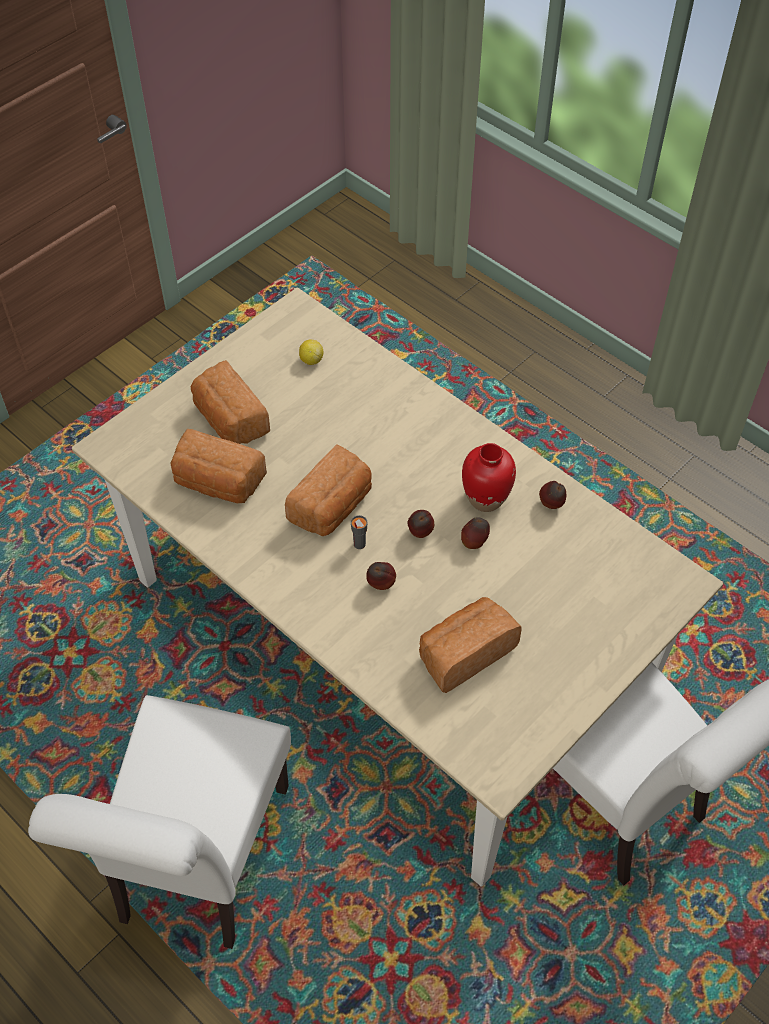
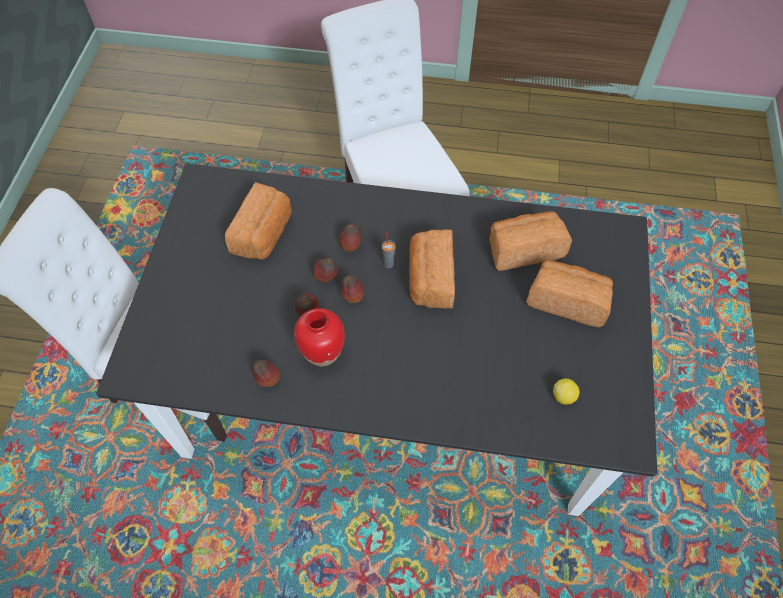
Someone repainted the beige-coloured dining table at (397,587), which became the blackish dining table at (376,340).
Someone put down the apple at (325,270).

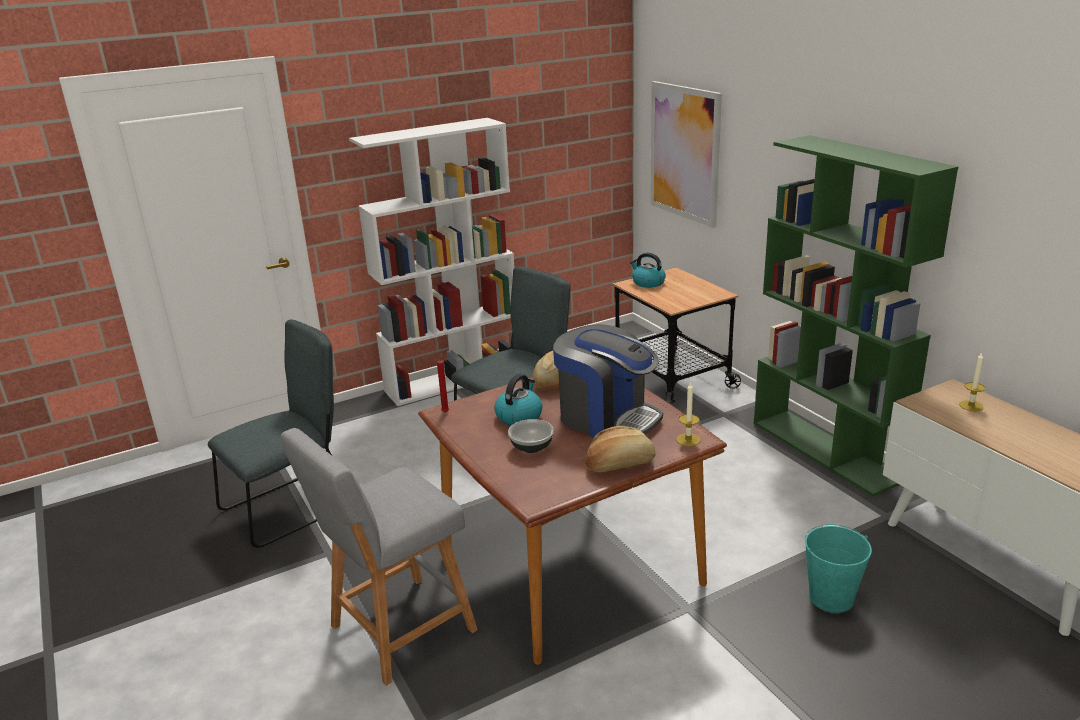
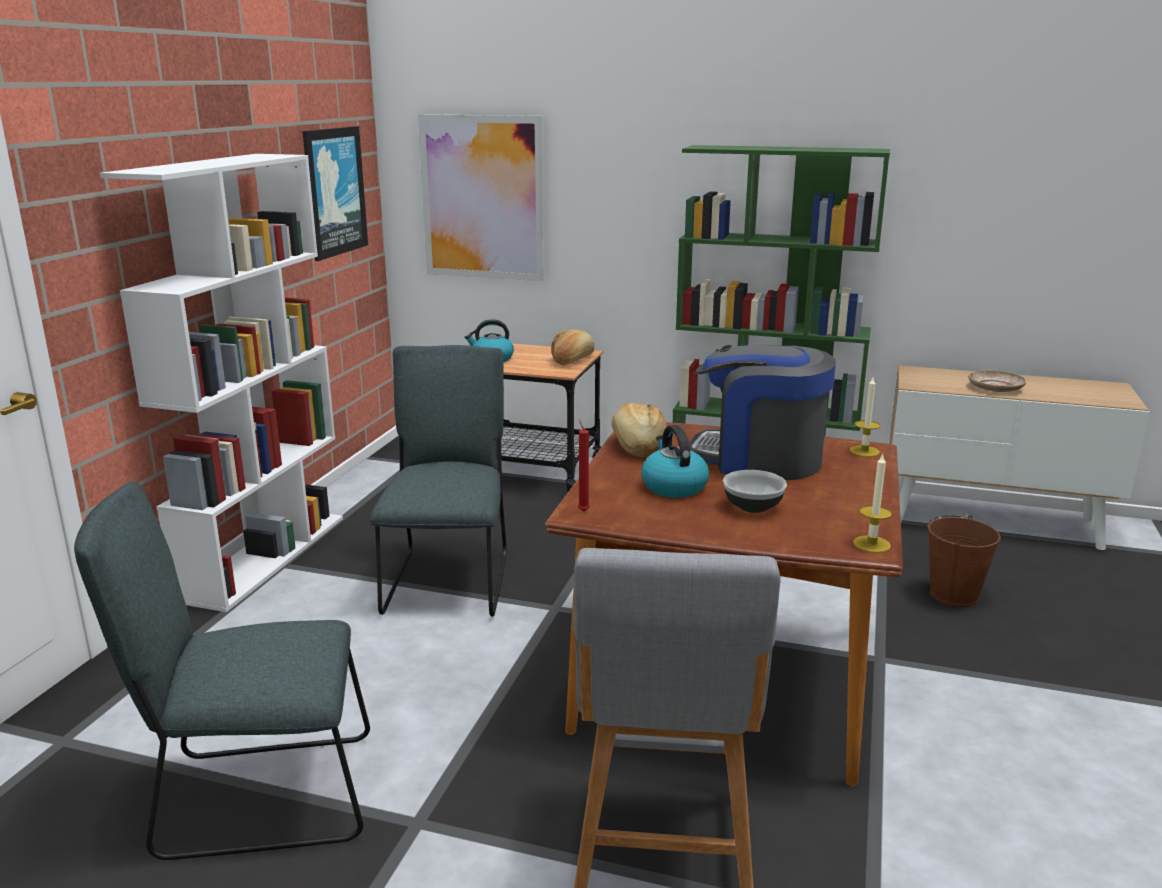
Someone rotated the greyish chair at (271,433) by 105 degrees counterclockwise.
Someone rotated the coffee brewer at (608,381) by 150 degrees counterclockwise.
Someone carried the baked bread from (620,449) to (573,347).
Someone repainted the turquoise pail at (838,568), which became the brown pail at (964,561).
Someone carried the candle from (972,382) to (872,503).
Someone put up the wall picture at (335,193).
Someone put down the beige-coloured dinner plate at (997,381).

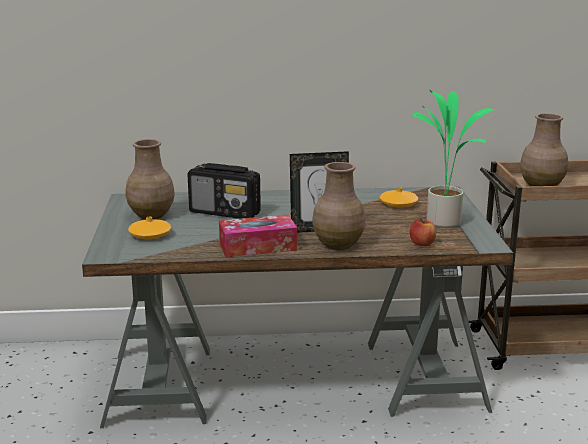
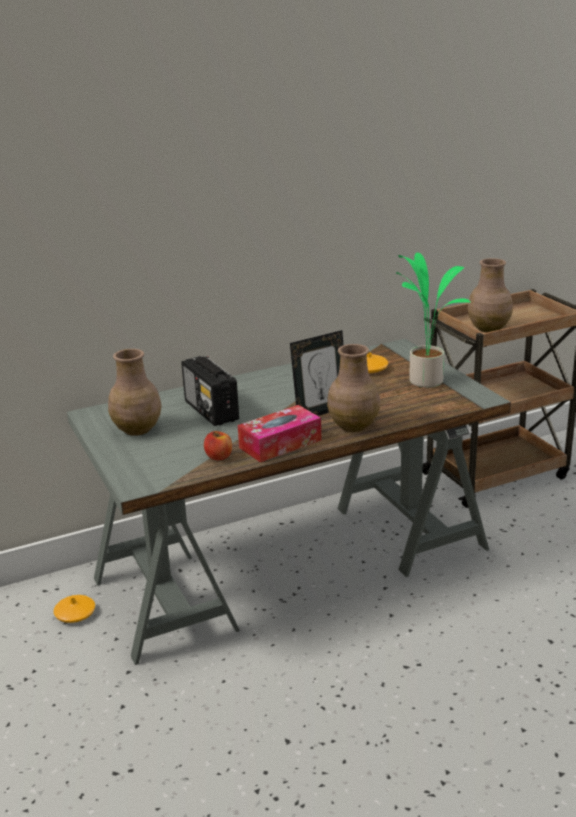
Someone carried the orange-coloured flower vase from (149,228) to (74,609).
Someone rotated the radio at (224,191) by 60 degrees clockwise.
Someone carried the apple from (423,232) to (218,445).

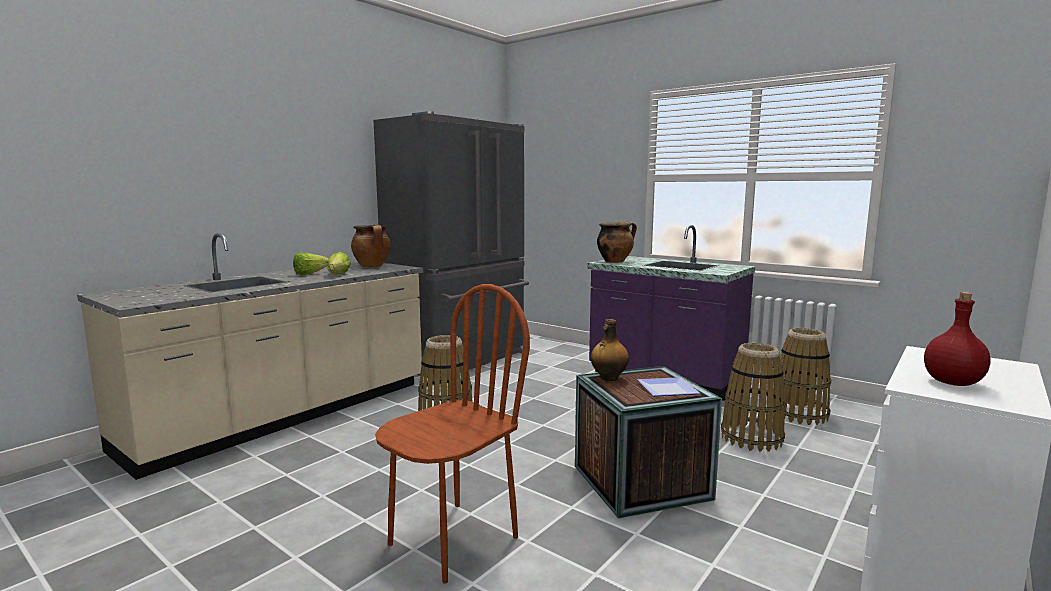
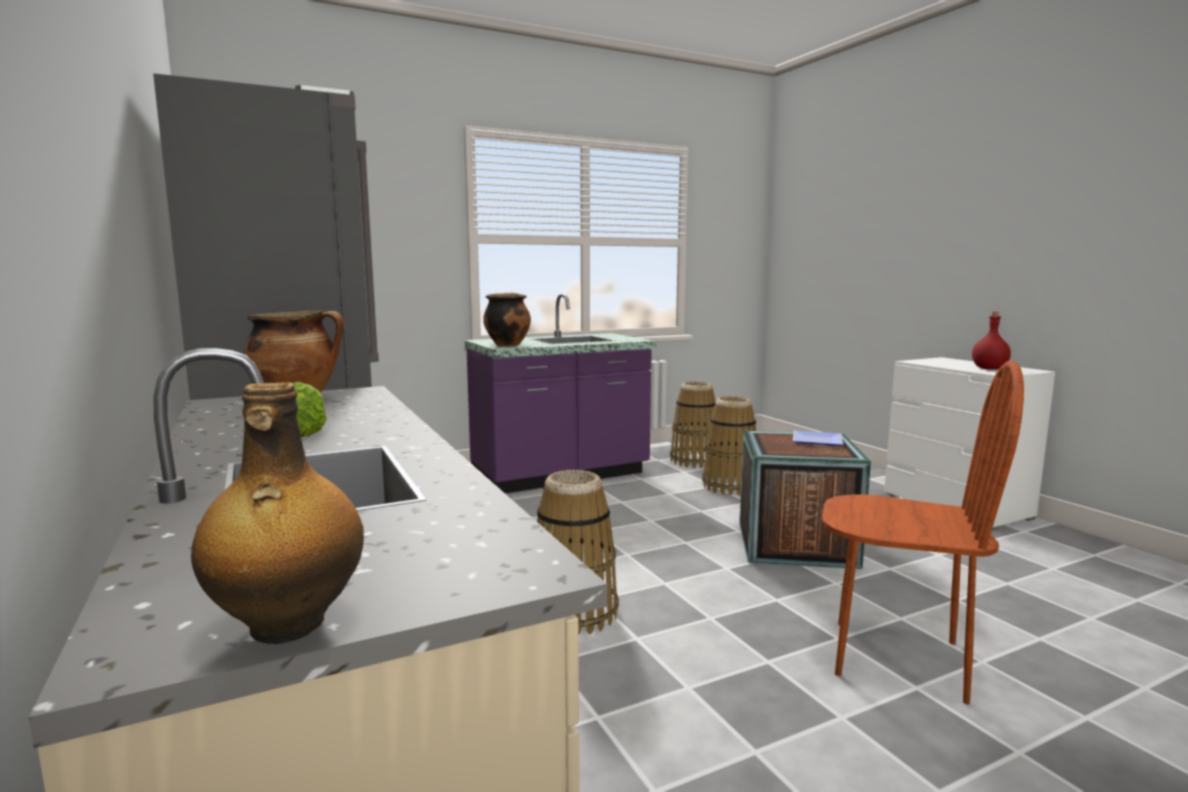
Someone took away the head of lettuce at (339,263).
Someone rotated the brown chair at (452,434) by 135 degrees clockwise.
Someone carried the beverage bottle from (610,350) to (277,513).

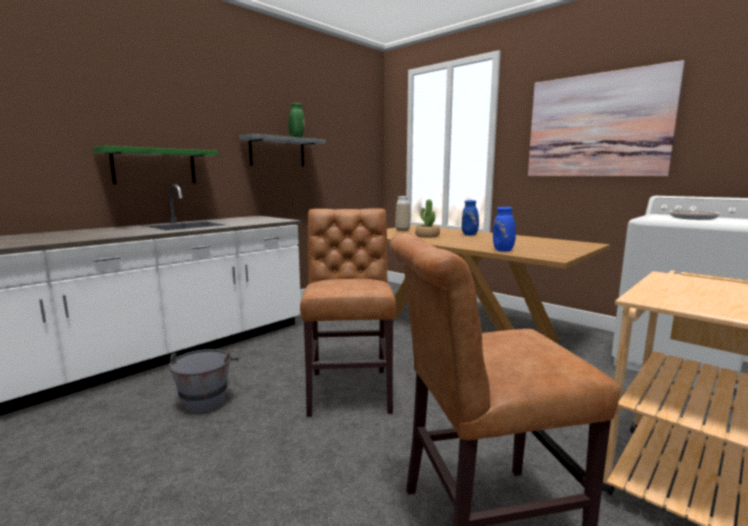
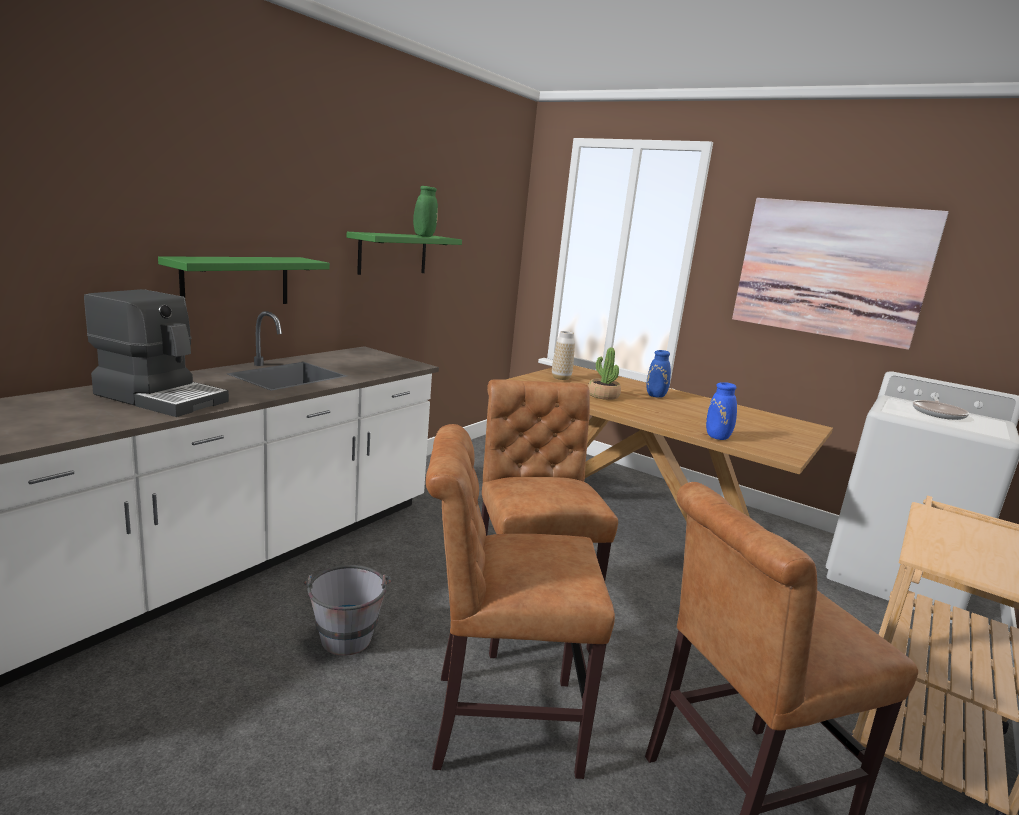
Someone repainted the greyish bracket shelf at (282,150), which became the green bracket shelf at (404,253).
Someone put down the coffee brewer at (156,353).
Someone put down the brown chair at (520,601).

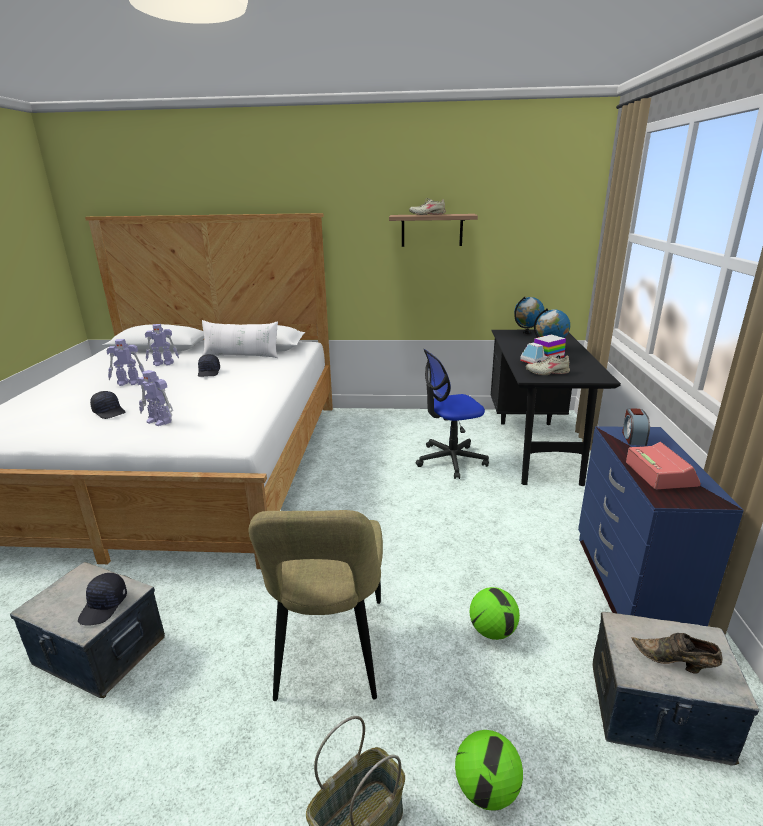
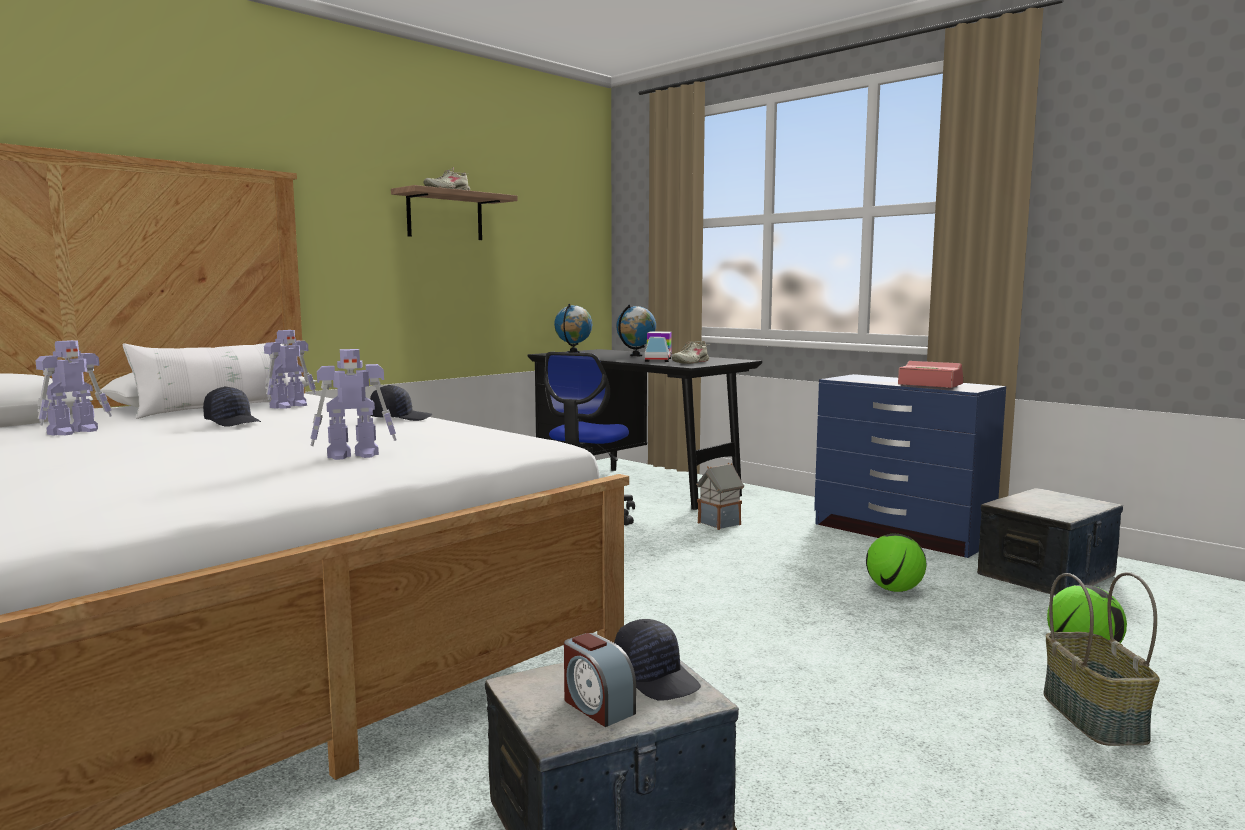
Someone carried the blackish peaked cap from (107,405) to (401,403).
Someone carried the robot figure from (125,362) to (290,369).
Someone took away the beige-coloured chair at (315,605).
Someone carried the alarm clock from (636,427) to (600,680).
Someone took away the brown shoe at (676,653).
Someone put down the miniature house at (720,496).

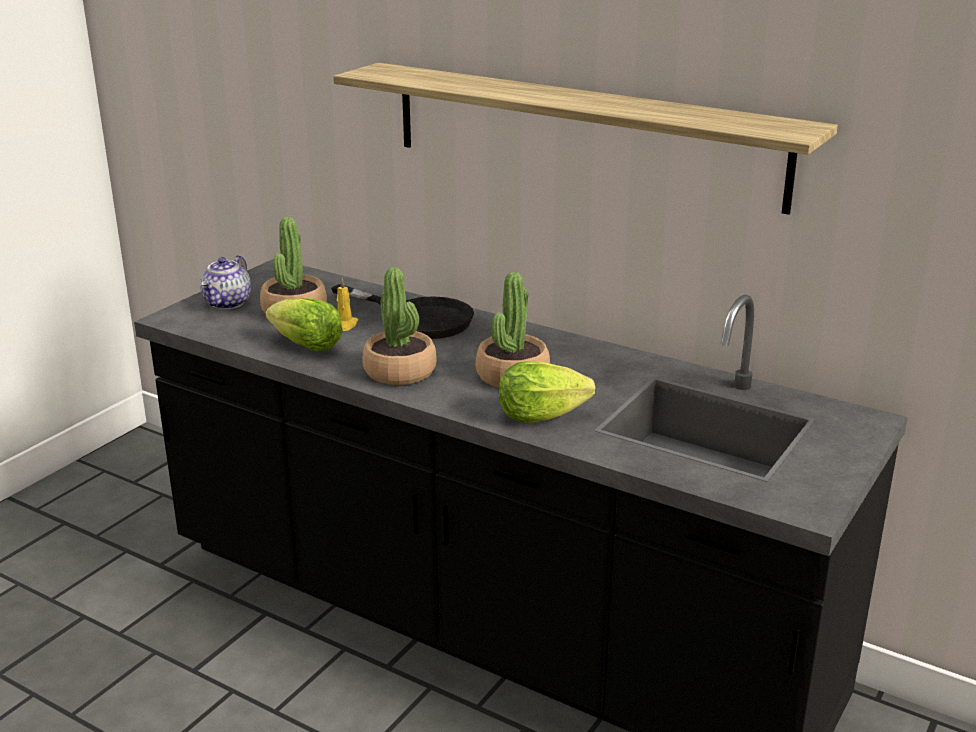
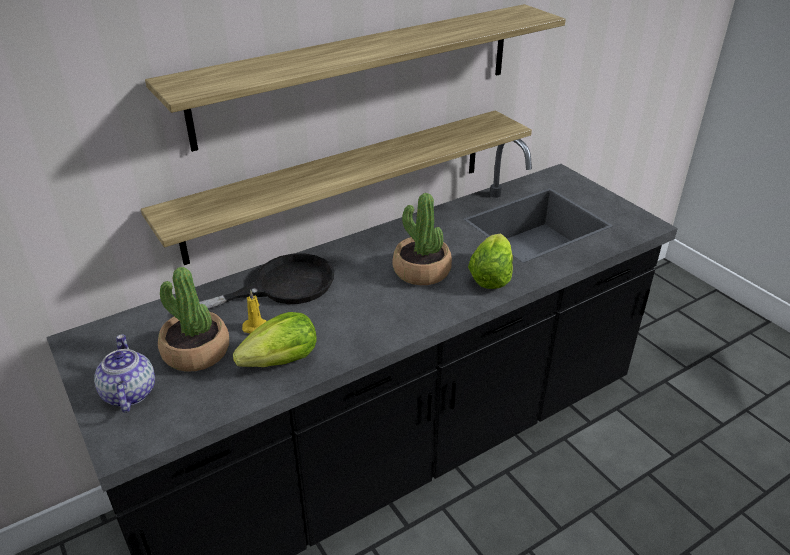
Someone rotated the teapot at (225,282) by 150 degrees counterclockwise.
Someone took away the houseplant at (399,326).
Someone put up the bracket shelf at (336,187).

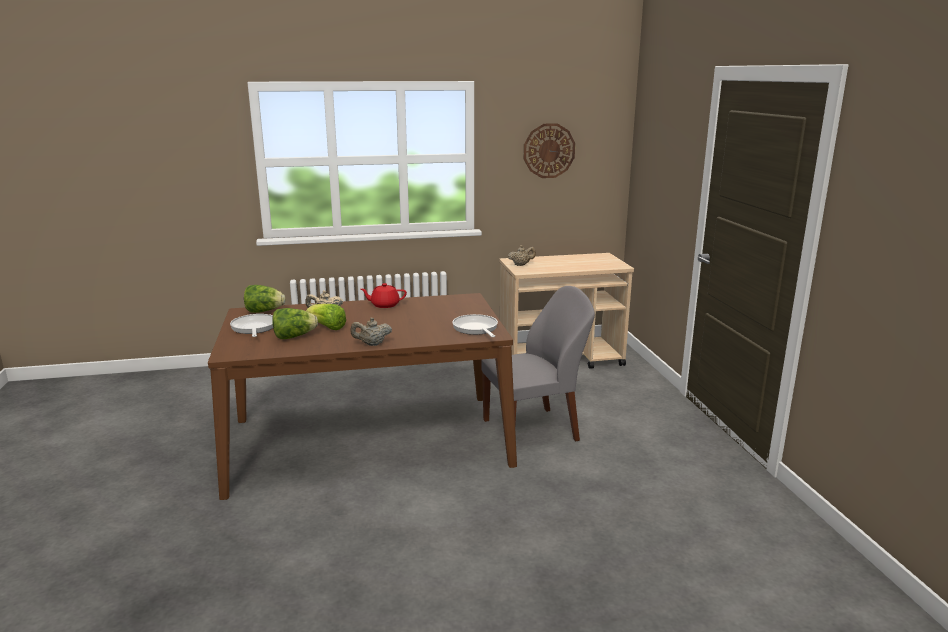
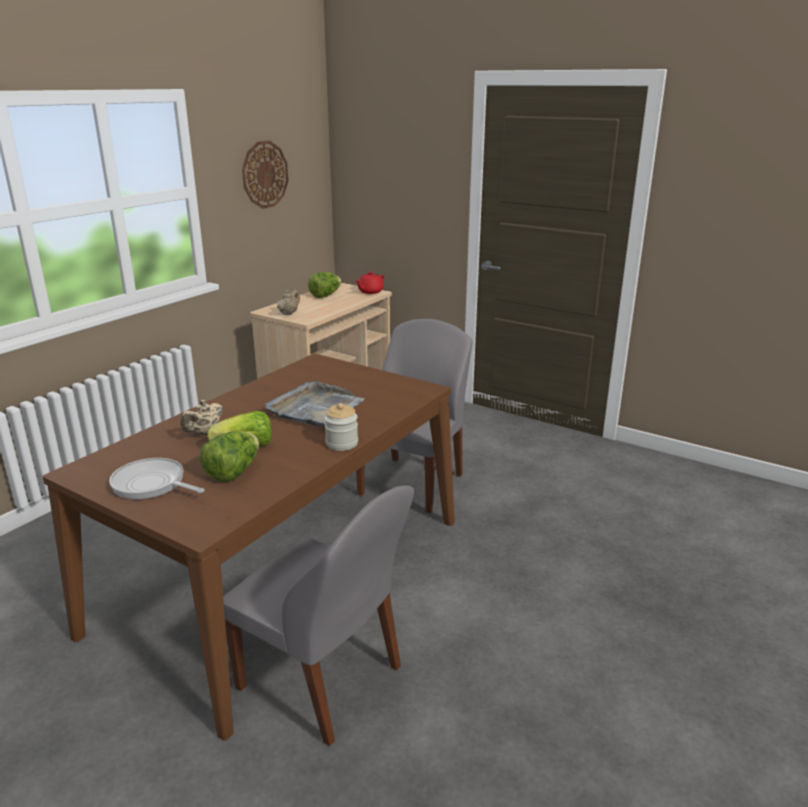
Someone carried the head of lettuce from (264,299) to (325,285).
Someone swapped the beige-coloured teapot at (371,331) for the preserve jar at (341,427).
Someone carried the reddish teapot from (384,295) to (369,283).
Someone took away the pan at (475,325).
Someone put down the greyish chair at (318,615).
Someone put down the greyish carrying tray at (315,404).

